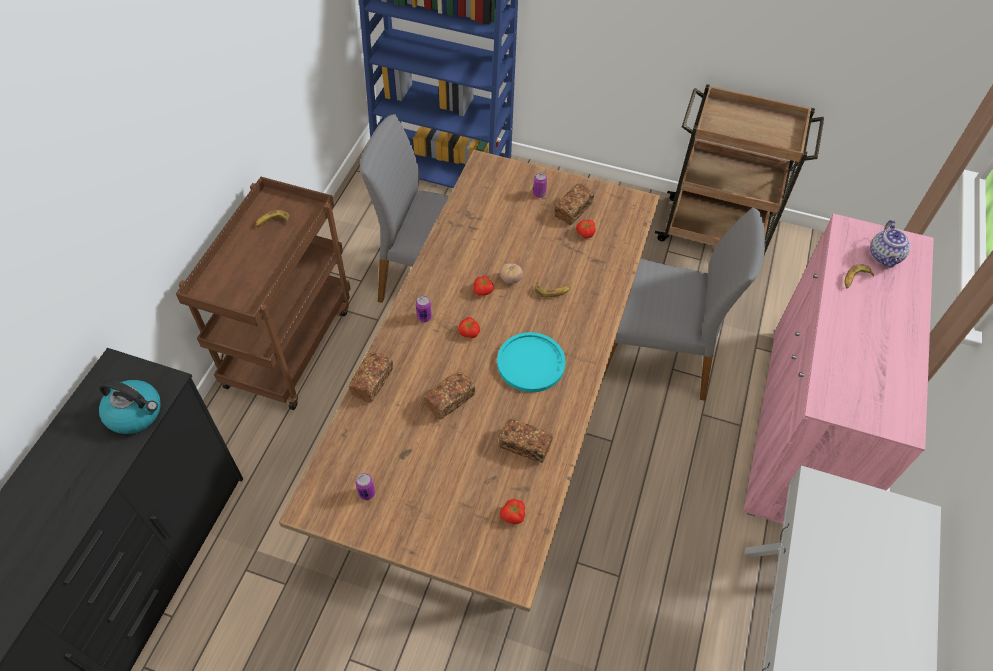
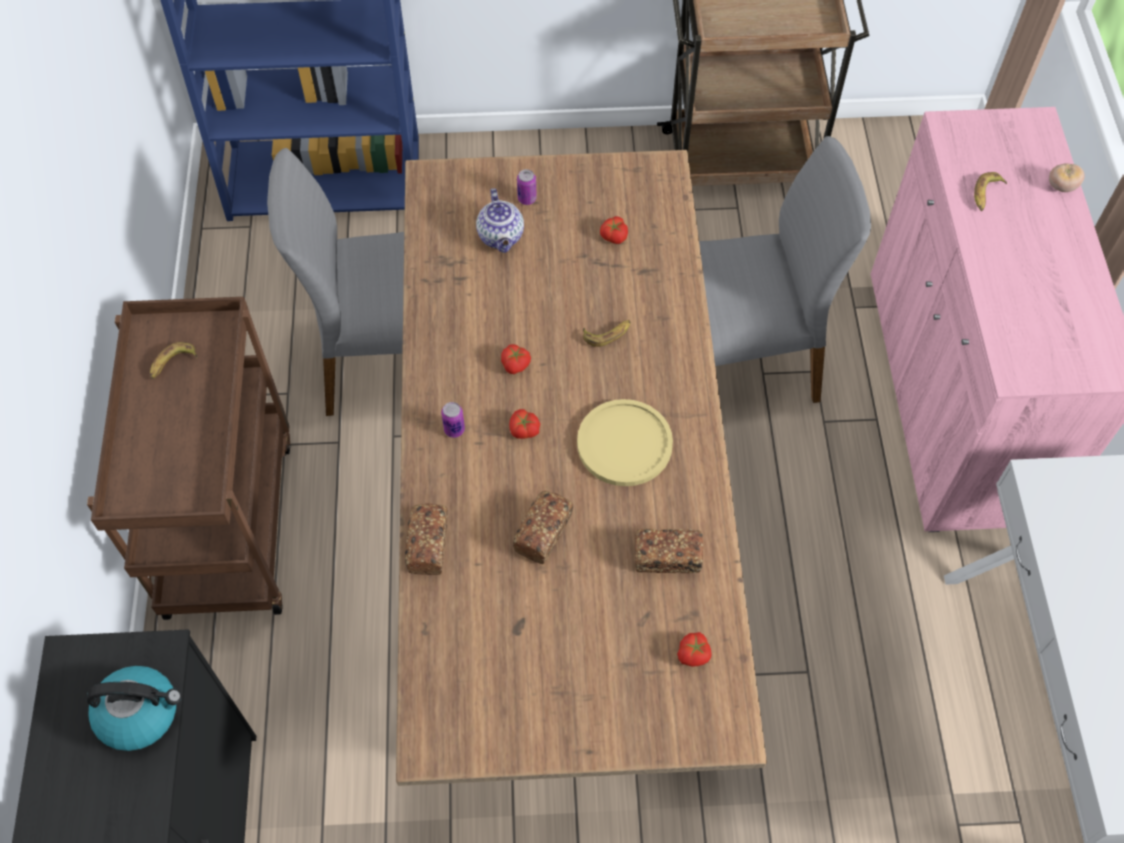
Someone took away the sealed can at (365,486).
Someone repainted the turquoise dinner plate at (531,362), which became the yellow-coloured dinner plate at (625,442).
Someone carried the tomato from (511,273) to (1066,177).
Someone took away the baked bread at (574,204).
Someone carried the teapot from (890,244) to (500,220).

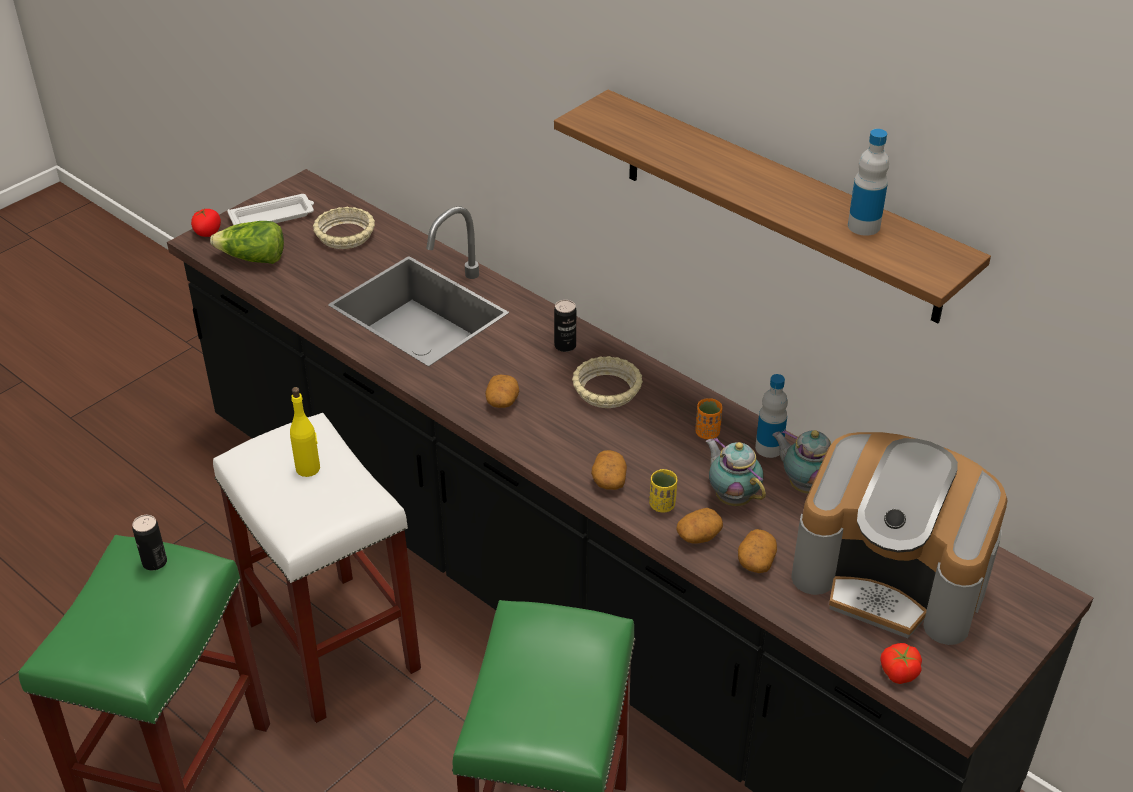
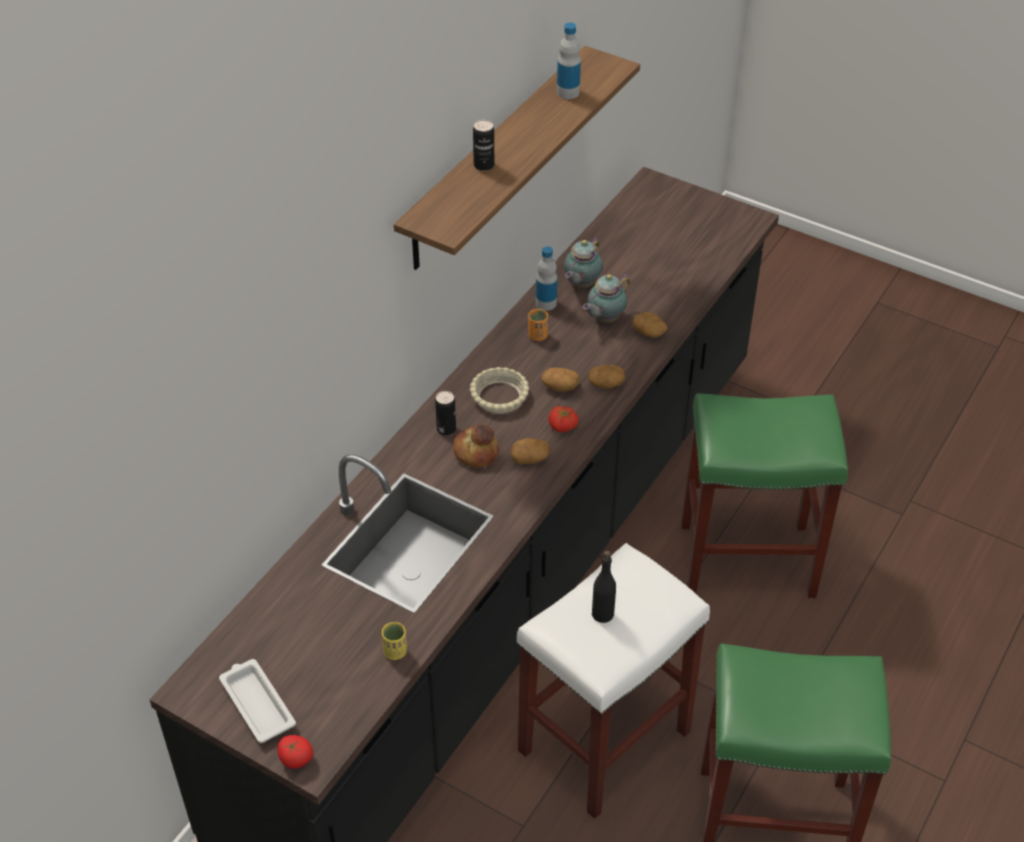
Someone carried the sealed can from (149,542) to (483,145).
Someone took away the head of lettuce at (247,242).
Someone repainted the yellow-coloured beverage bottle at (305,432), which became the blackish beverage bottle at (604,587).
Someone took away the beige-coloured serving bowl at (344,228).
Someone carried the yellow-coloured cup from (663,490) to (394,641).
Someone carried the potato from (757,551) to (561,380).
Someone took away the coffee brewer at (899,538).
Someone carried the tomato from (901,663) to (563,419).
Someone put down the baked bread at (476,446).

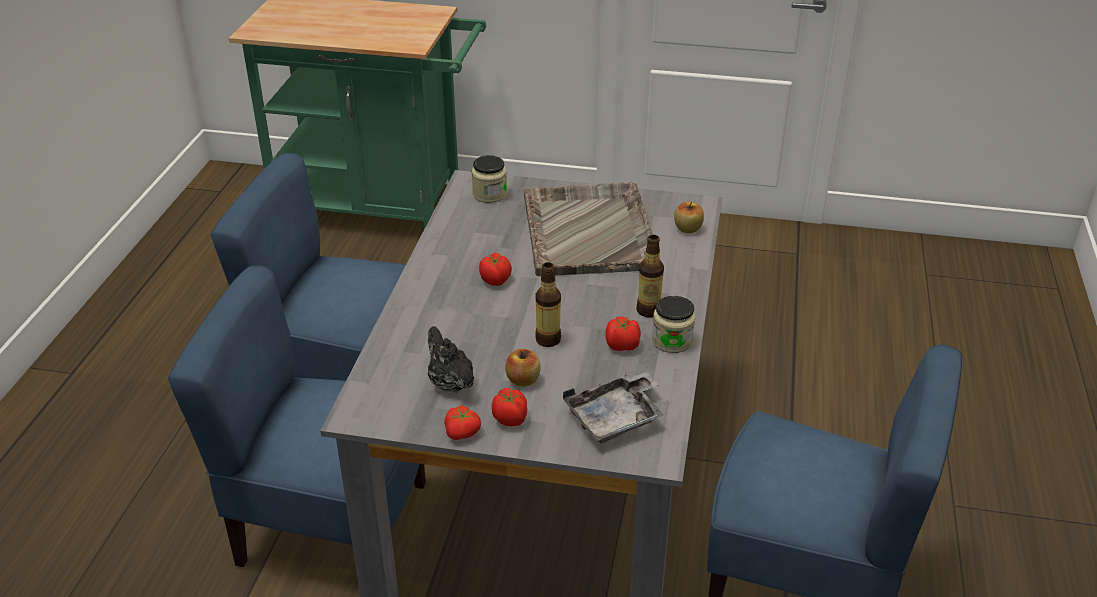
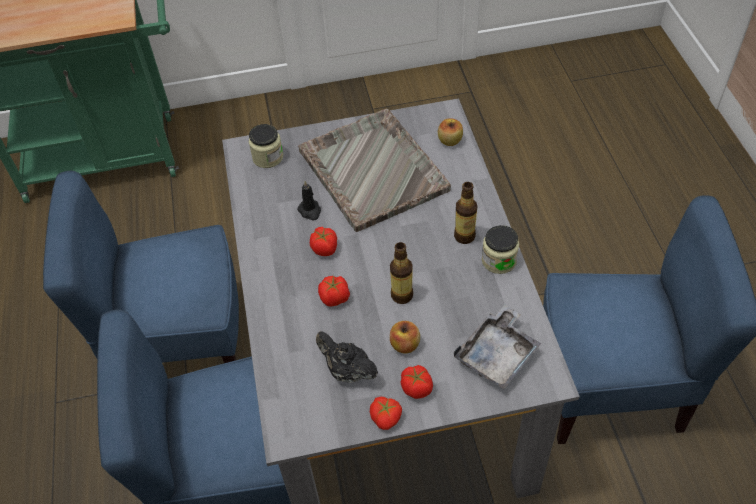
Someone carried the tomato from (623,334) to (334,291).
Someone put down the blackish candle at (309,201).

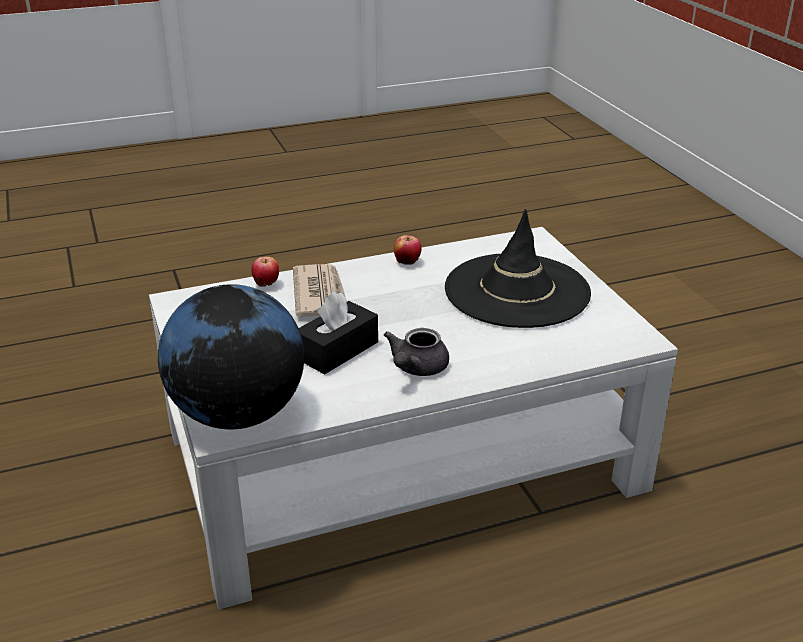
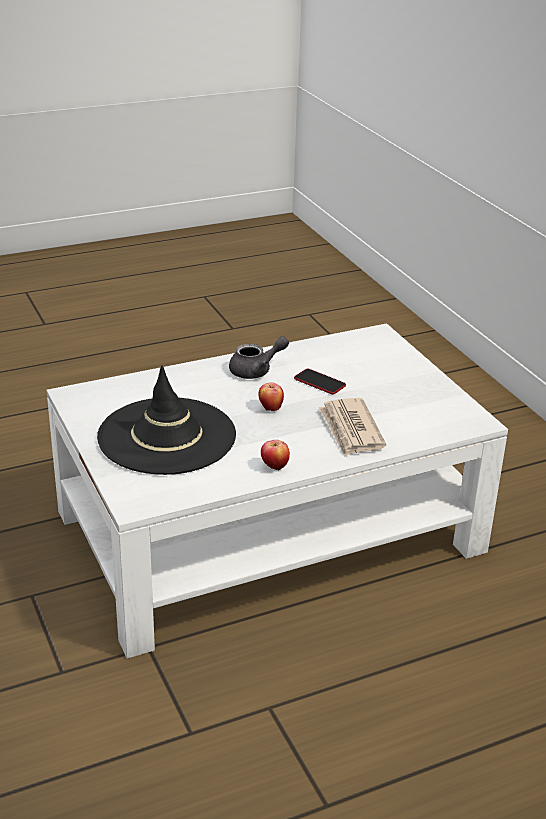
Someone took away the world globe at (231,356).
Someone carried the apple from (265,271) to (271,396).
Someone swapped the blackish tissue holder at (338,333) for the telephone at (320,381).
Someone rotated the greyish teapot at (416,352) by 45 degrees clockwise.

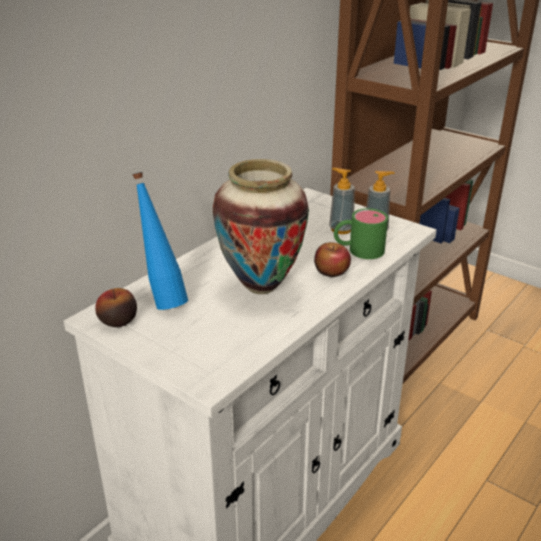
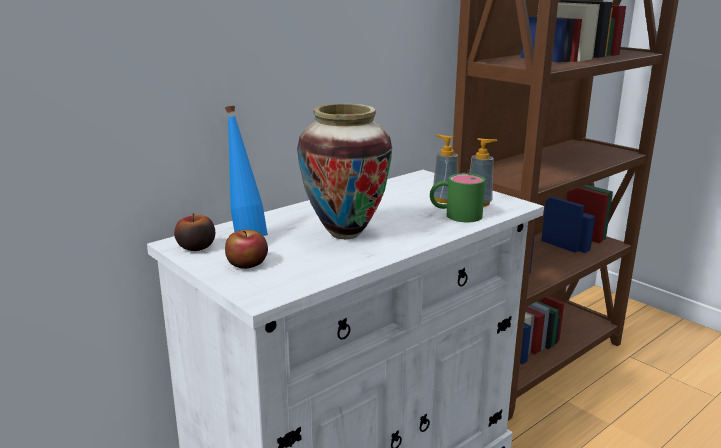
Someone carried the apple from (332,259) to (246,249).

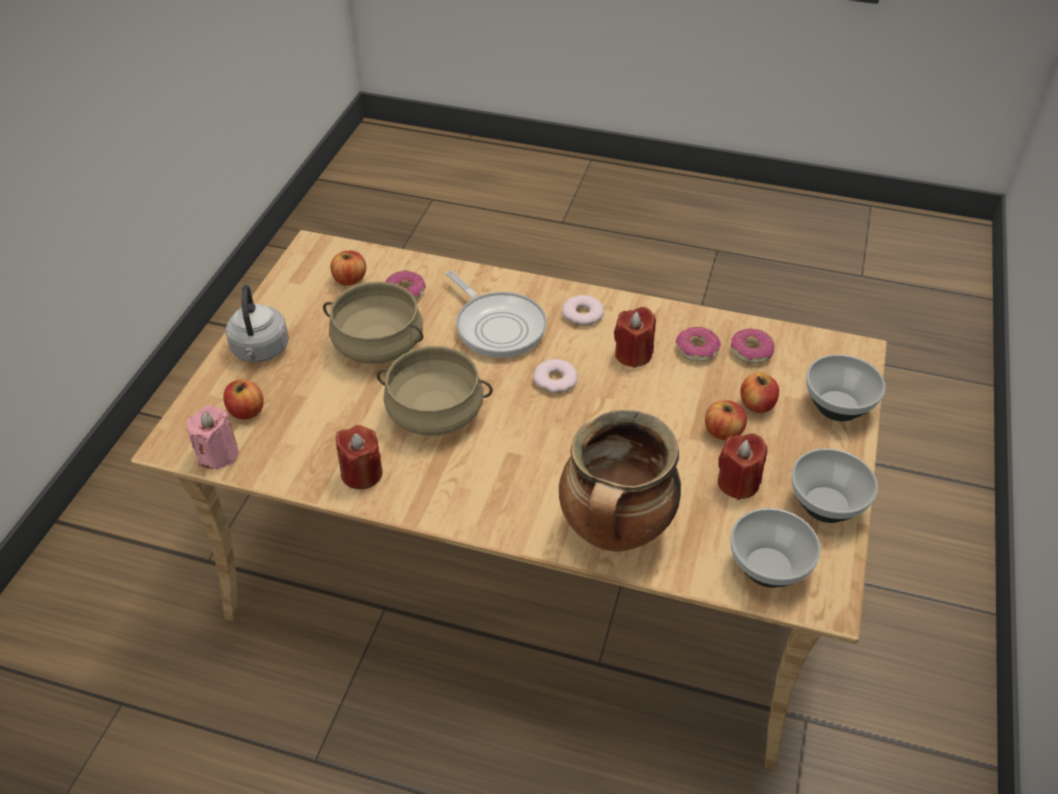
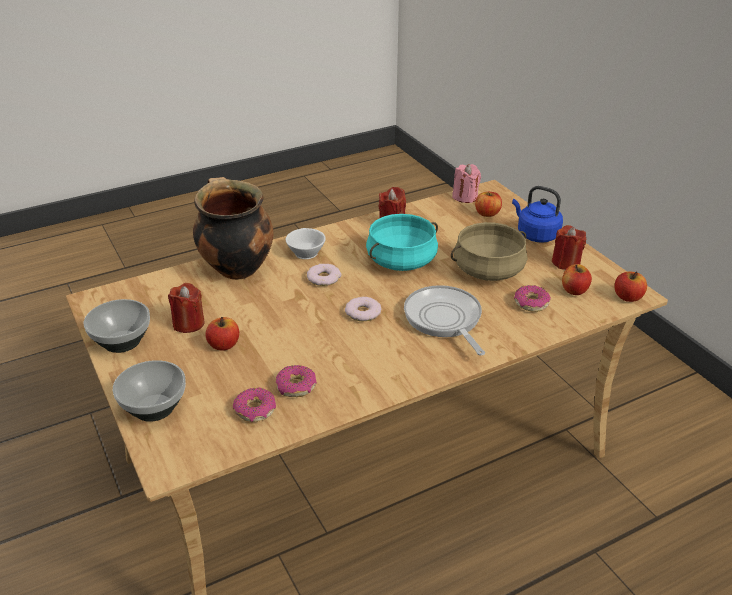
Someone repainted the greyish kettle at (257,323), which became the blue-coloured kettle at (537,214).
Someone repainted the beige-coloured stockpot at (435,391), which became the turquoise stockpot at (402,242).
Someone rotated the pan at (496,314) by 60 degrees clockwise.
Someone carried the donut from (583,310) to (324,275).
Someone carried the reddish candle from (635,337) to (569,247).
Someone took away the serving bowl at (775,548).
Someone carried the apple from (760,392) to (630,286).
Someone put down the white cup at (306,243).

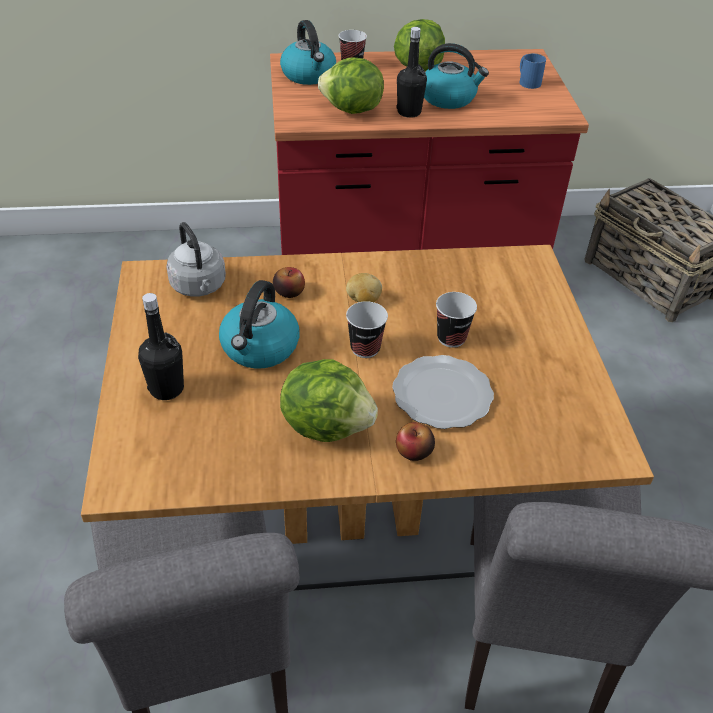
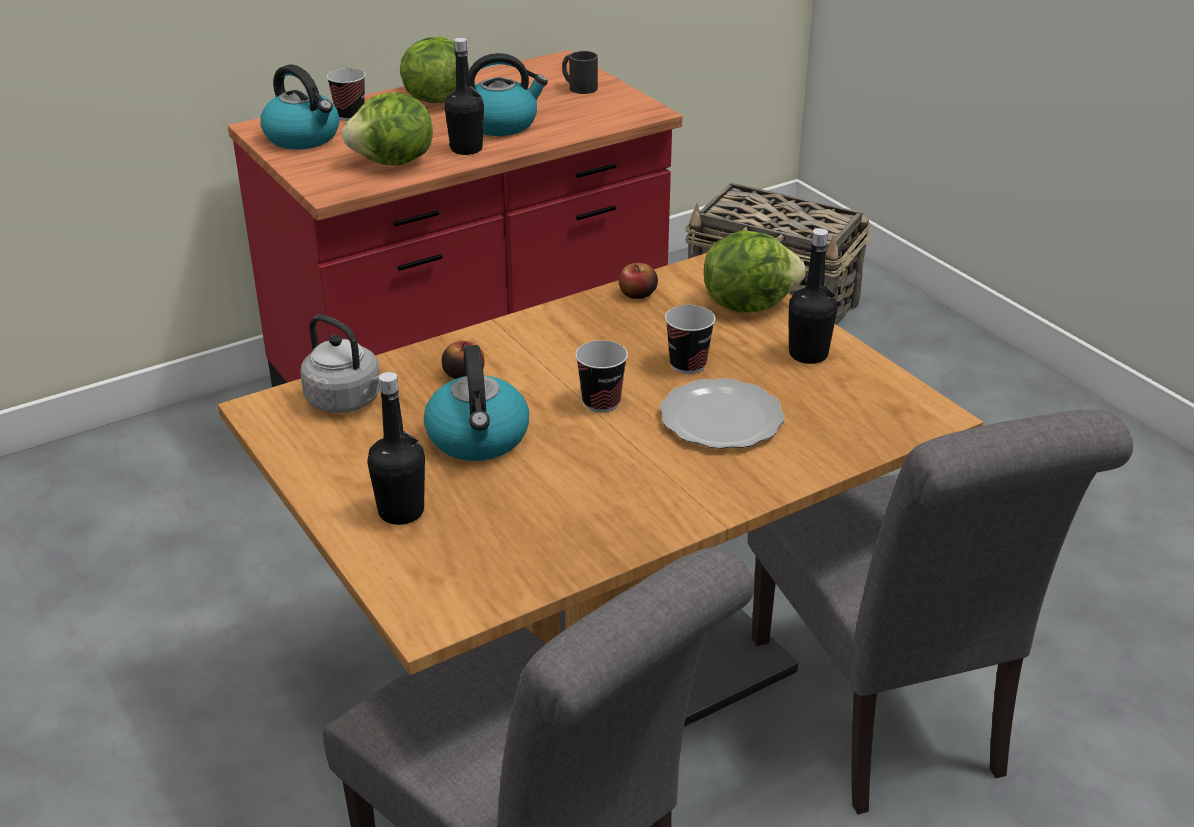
Someone carried the head of lettuce from (329,400) to (754,272).
Someone took away the potato at (364,287).
Someone carried the apple from (415,441) to (638,280).
Someone repainted the blue-coloured mug at (532,71), which became the blackish mug at (580,72).
Someone put down the blackish beverage bottle at (813,296).

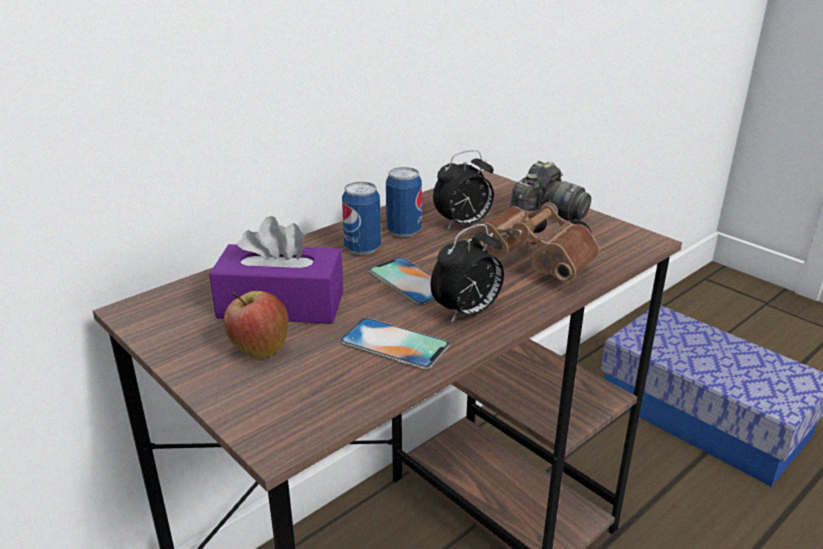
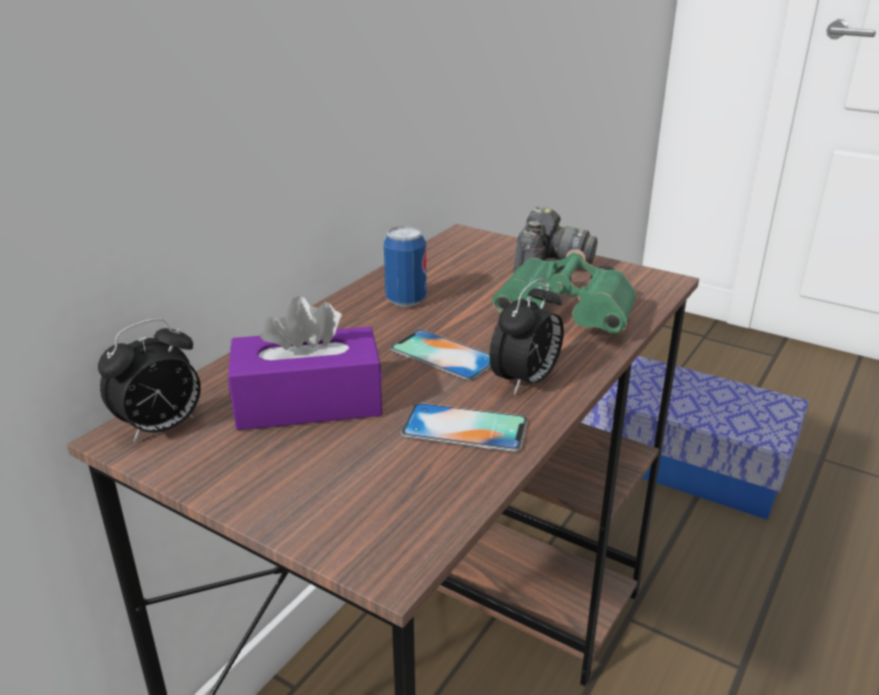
Someone took away the apple at (256,325).
Someone took away the sealed can at (361,218).
Someone carried the alarm clock from (463,189) to (149,380).
Someone repainted the brown field glasses at (533,242), which became the green field glasses at (564,291).

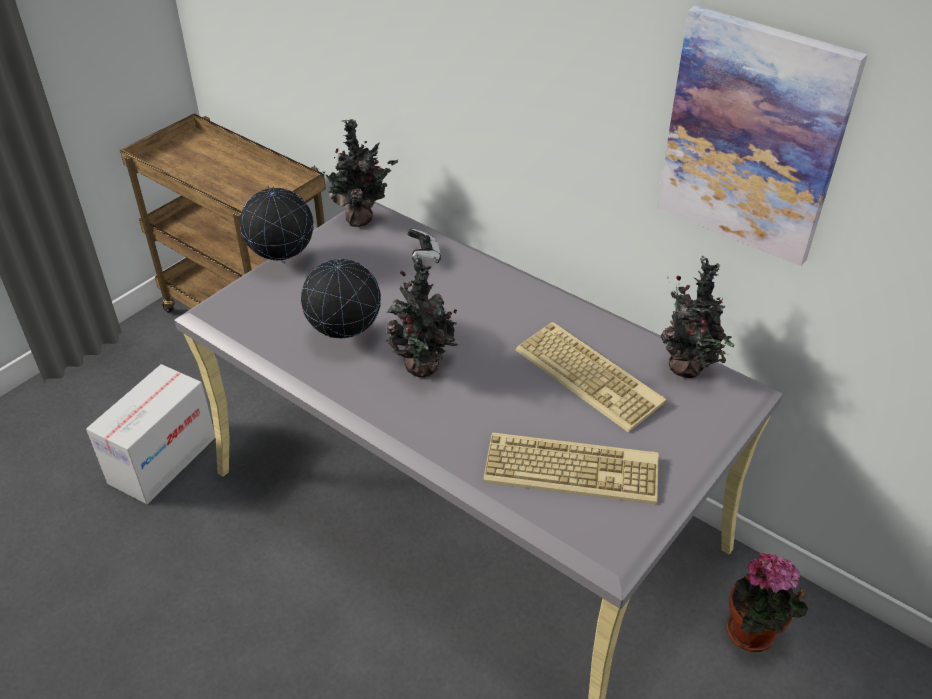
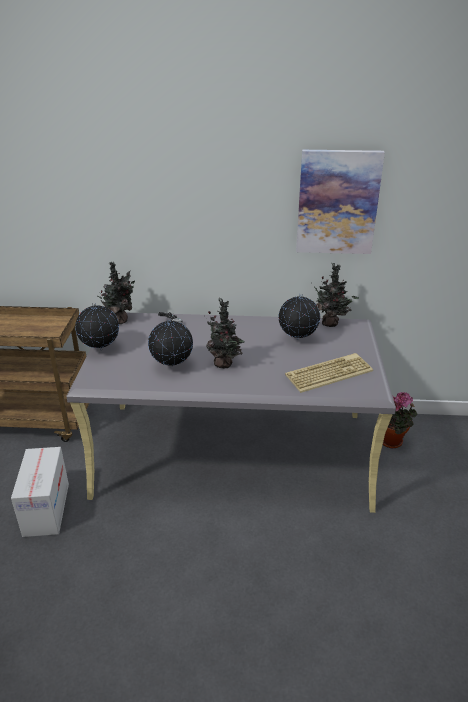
Someone swapped the computer keyboard at (591,377) for the world globe at (299,317).

